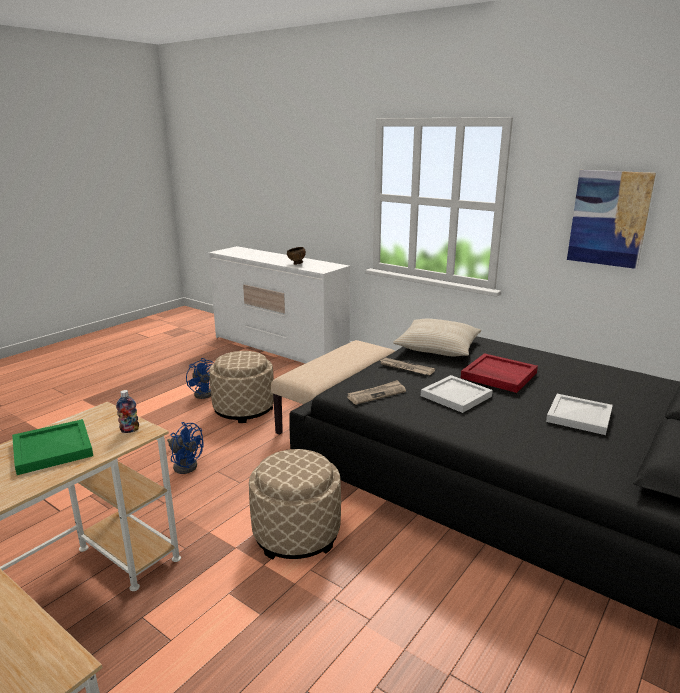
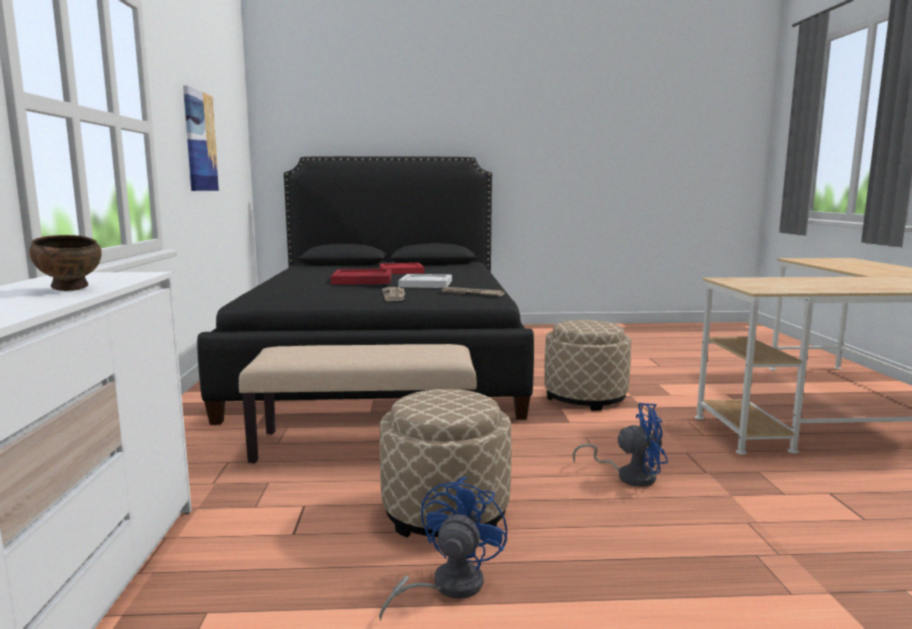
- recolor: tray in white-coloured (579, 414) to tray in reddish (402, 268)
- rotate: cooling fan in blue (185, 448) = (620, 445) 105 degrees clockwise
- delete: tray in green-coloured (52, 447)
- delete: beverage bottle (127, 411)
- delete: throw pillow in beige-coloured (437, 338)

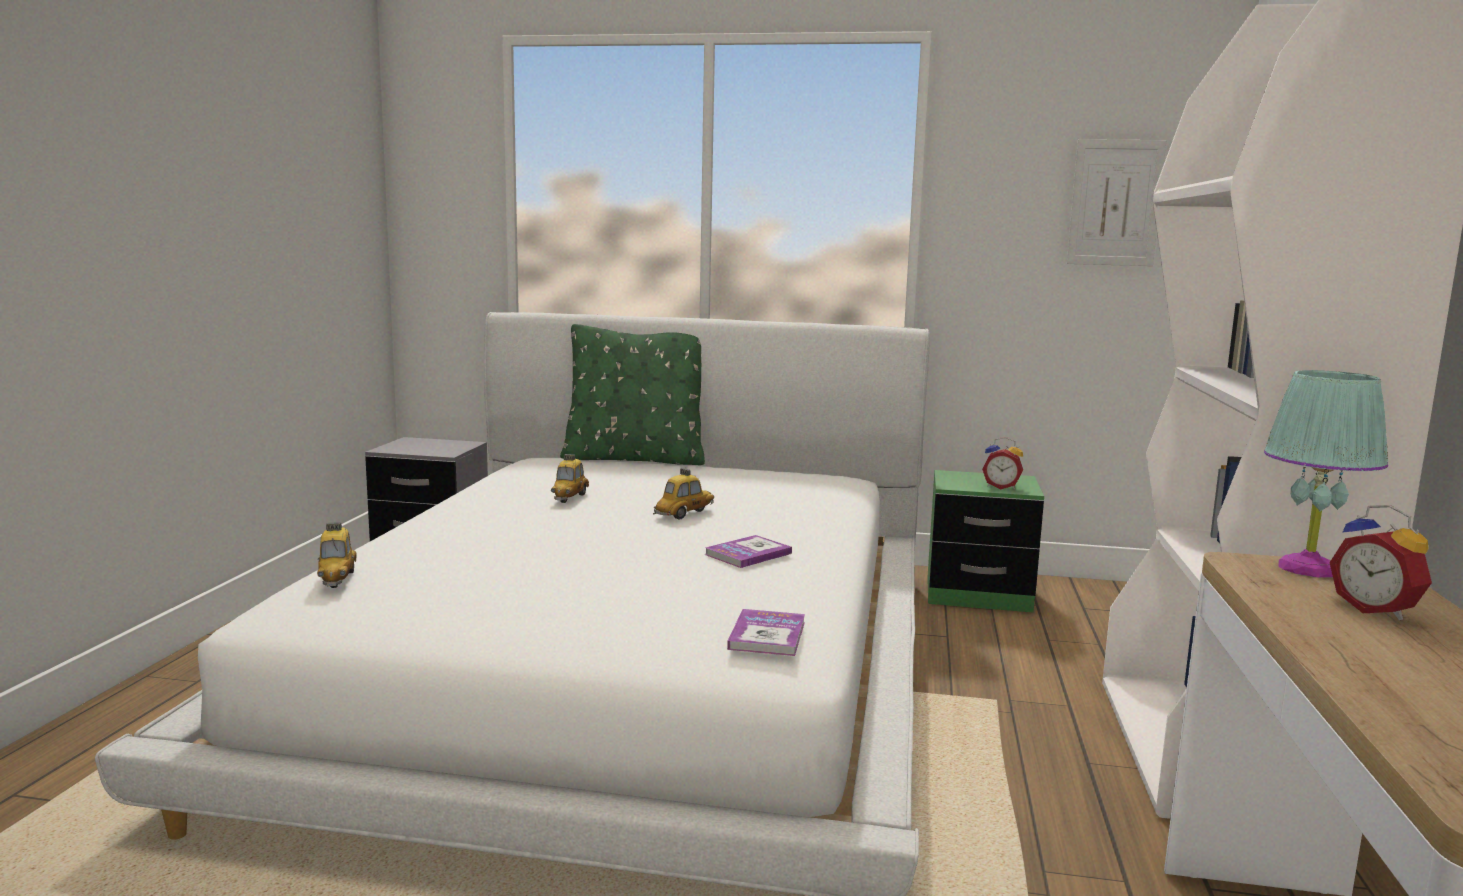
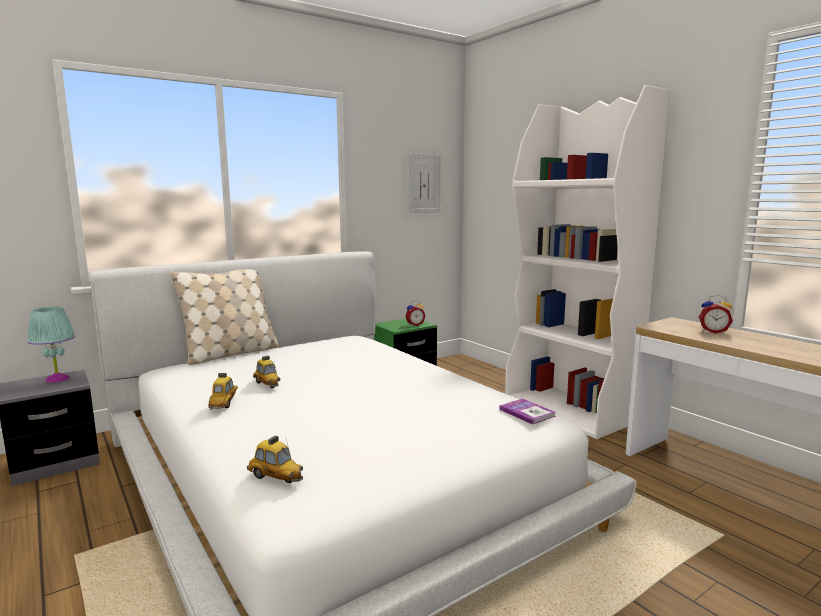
- move: tabletop lamp in turquoise-coloured (1326, 474) to (51, 344)
- recolor: throw pillow in green-coloured (632, 394) to throw pillow in beige-coloured (225, 317)
- move: toy car (683, 494) to (223, 391)
- delete: bound book (748, 551)

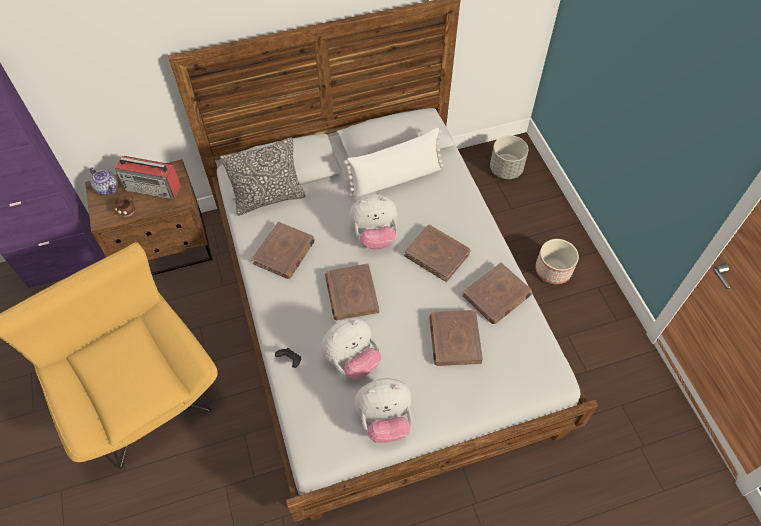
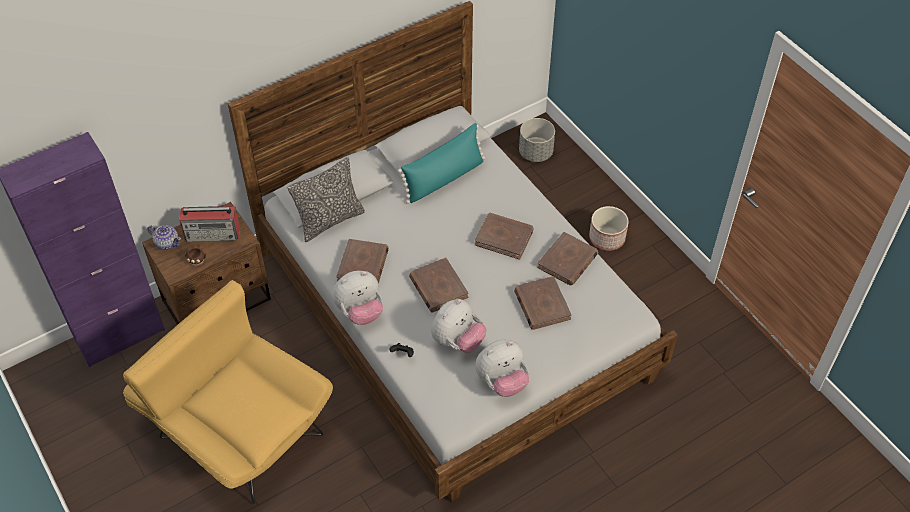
- move: cuddly toy (373, 222) to (357, 298)
- recolor: throw pillow in white-coloured (393, 162) to throw pillow in turquoise-coloured (441, 163)

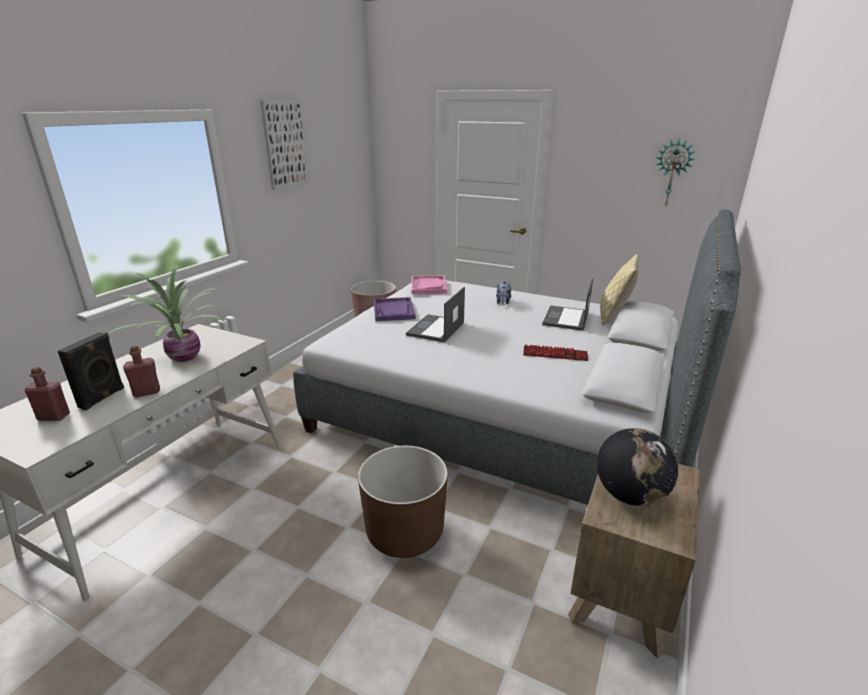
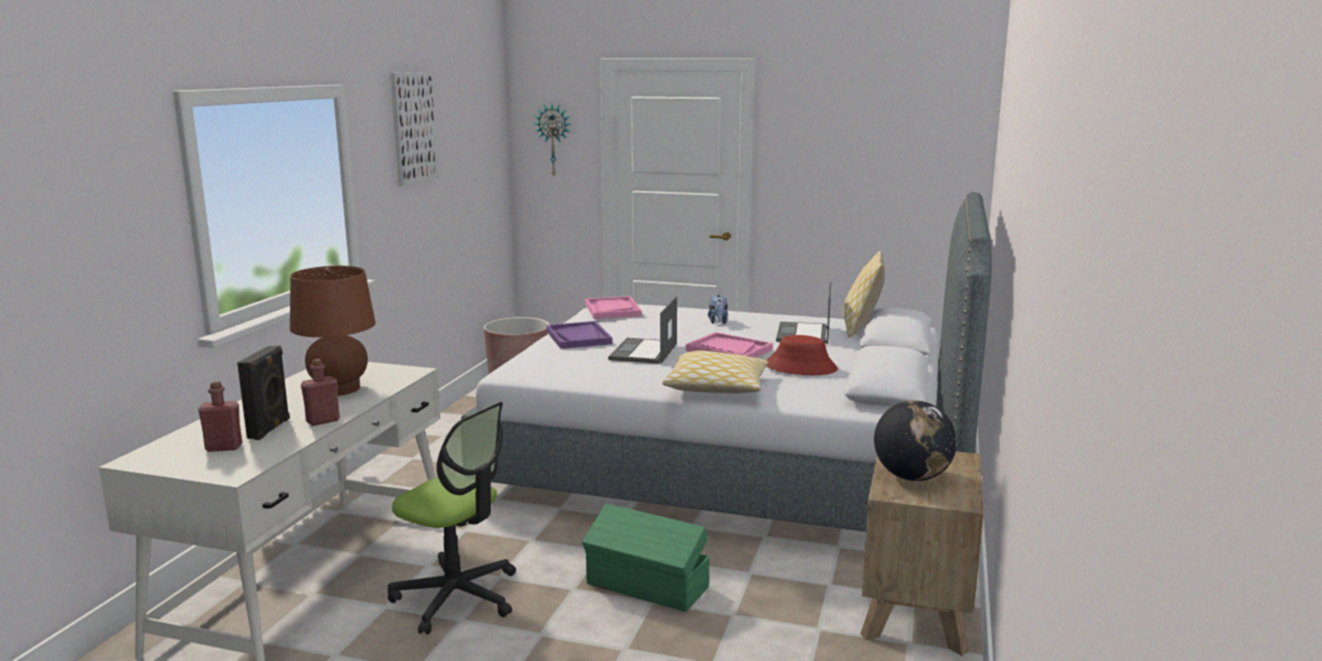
- replace: potted plant (166, 313) to tabletop lamp in brown (333, 331)
- insert: office chair (452, 518)
- move: wall clock (675, 174) to (552, 139)
- replace: plant pot in brown (403, 502) to storage bin in green-coloured (646, 557)
- insert: throw pillow (715, 372)
- insert: tray in pink-coloured (729, 345)
- replace: computer keyboard (555, 352) to clothing hat in reddish (802, 355)

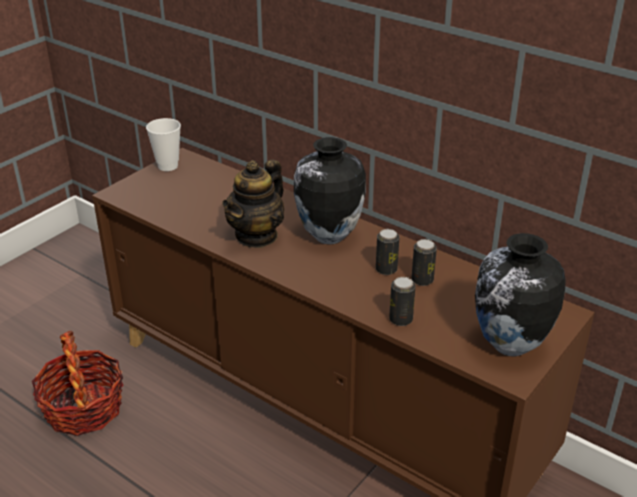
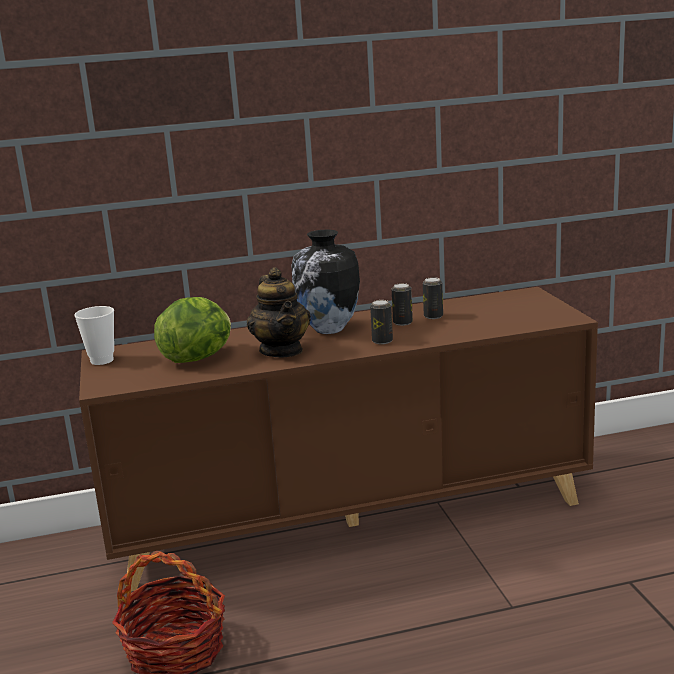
- insert: head of lettuce (192, 330)
- move: can (402, 301) to (381, 322)
- delete: vase (520, 295)

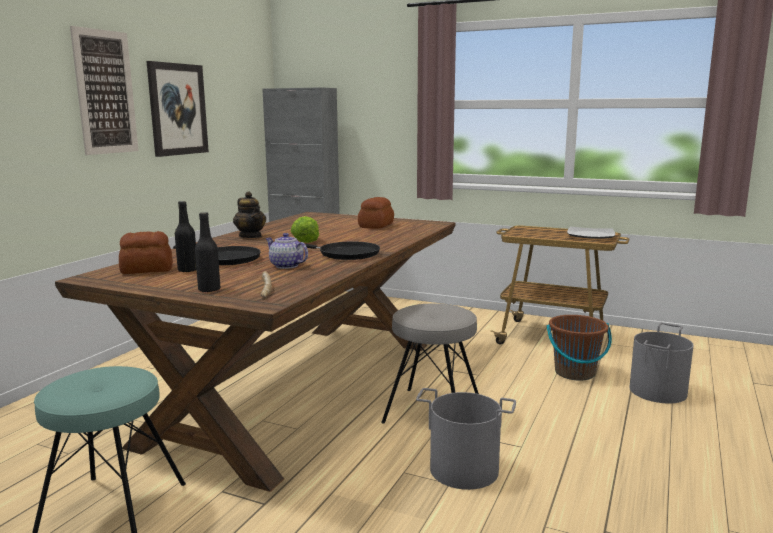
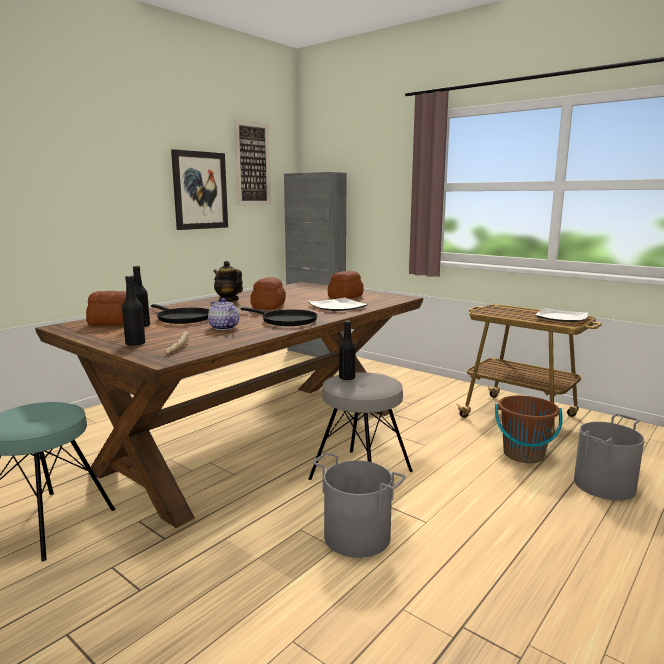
- rotate: pot for tea (249, 214) = (228, 281) 150 degrees clockwise
- move: wall picture (104, 90) to (252, 162)
- replace: head of lettuce (305, 229) to baked bread (268, 293)
- insert: dinner plate (338, 304)
- insert: beverage bottle in black (347, 350)

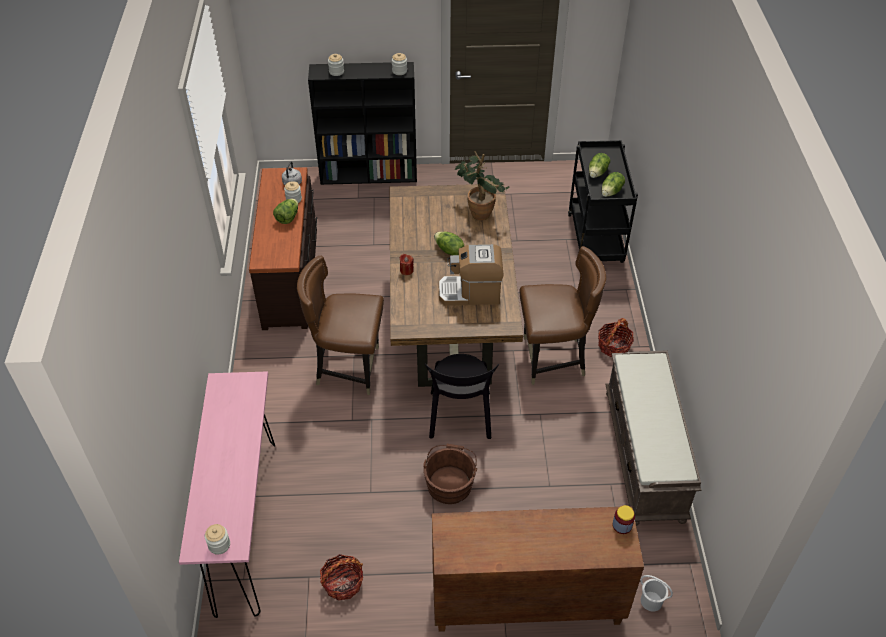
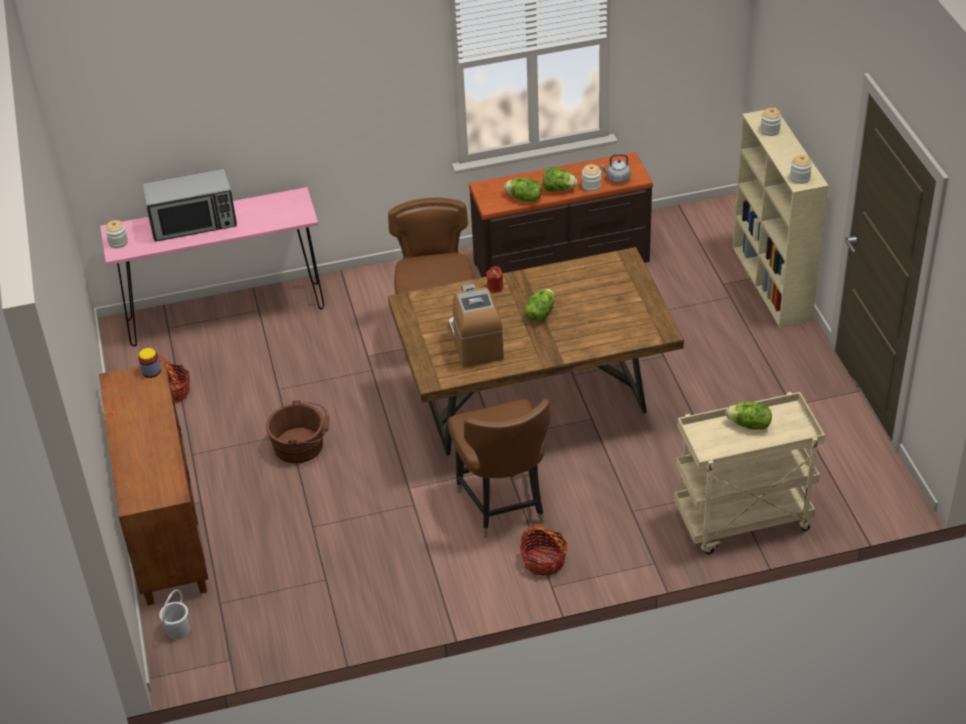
- move: jar (624, 519) to (149, 363)
- insert: kitchen microwave (189, 205)
- move: head of lettuce (613, 184) to (523, 190)
- recolor: trolley in black (603, 201) to trolley in beige-coloured (749, 473)
- recolor: shelving unit in black (362, 123) to shelving unit in beige-coloured (781, 218)
- delete: plain chair in black (462, 396)
- delete: potted plant (481, 185)
- delete: long seat in brown (653, 438)

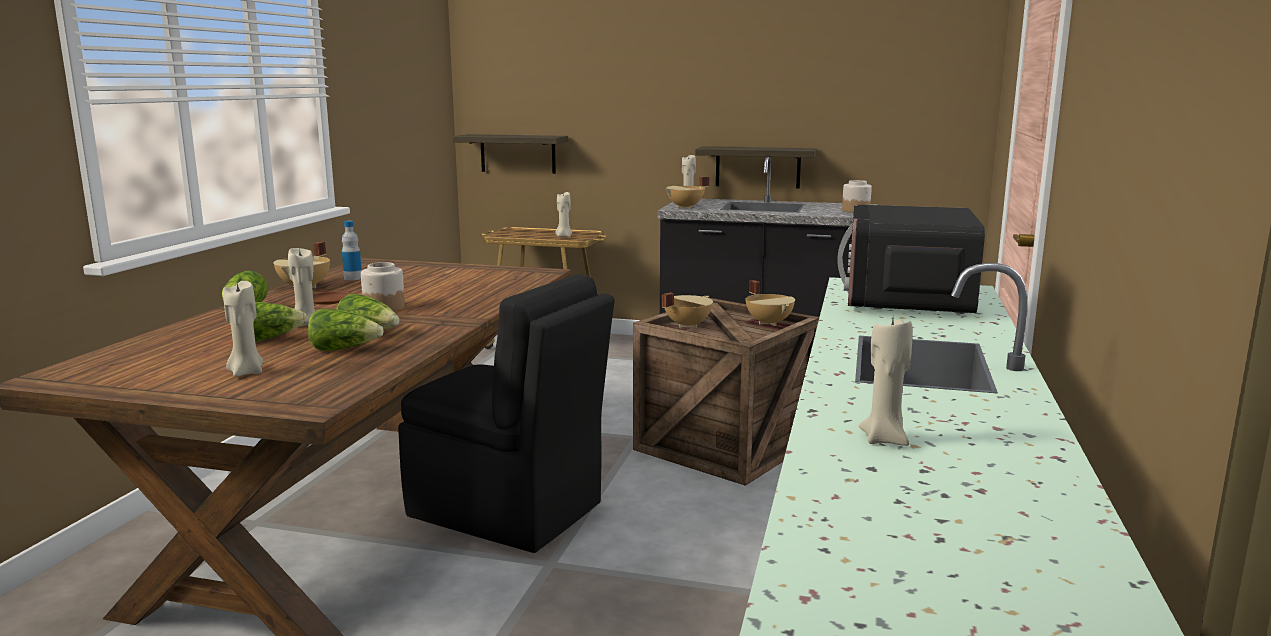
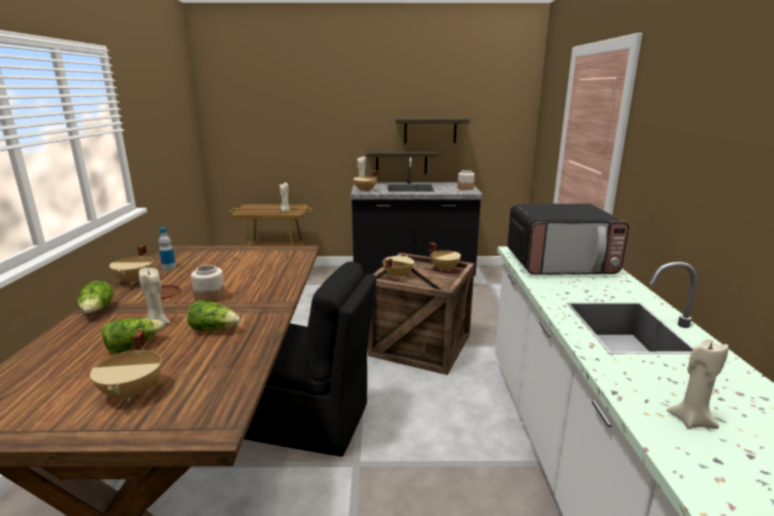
- replace: candle in beige-coloured (243, 329) to saucepot in beige-coloured (126, 366)
- move: shelf (510, 154) to (432, 130)
- rotate: kitchen microwave (911, 259) = (568, 239) 90 degrees counterclockwise
- delete: head of lettuce (346, 330)

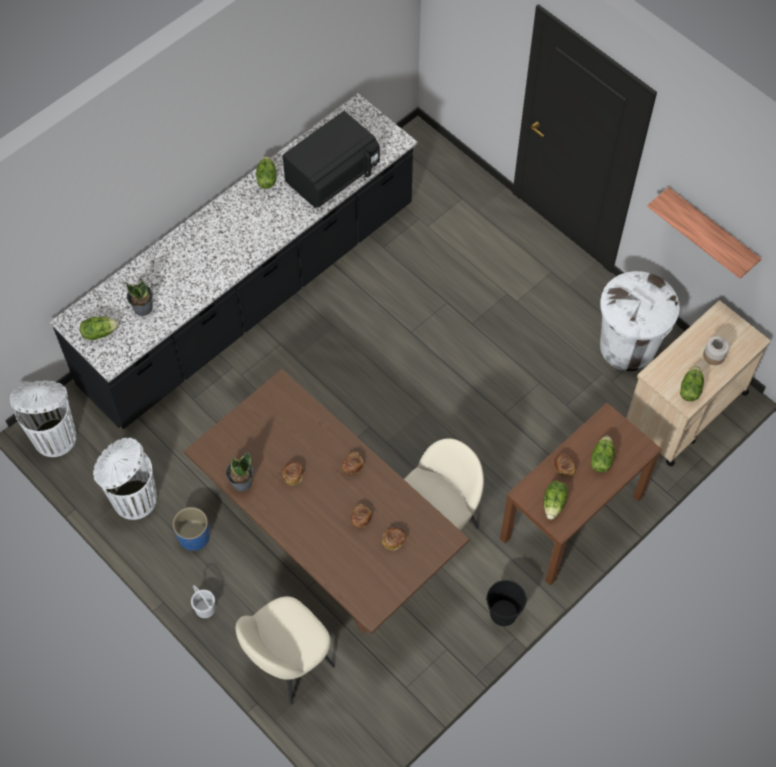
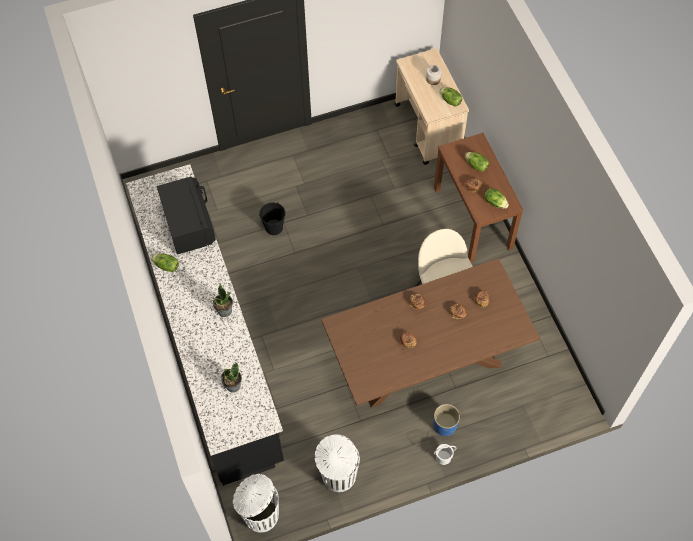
- move: potted plant (239, 472) to (223, 300)
- move: pail in black (506, 603) to (272, 218)
- move: plant pot in blue (191, 529) to (446, 420)
- delete: head of lettuce (99, 328)
- delete: plain chair in beige-coloured (285, 650)
- delete: waste bin in white-coloured (640, 321)
- delete: shelf (704, 233)

